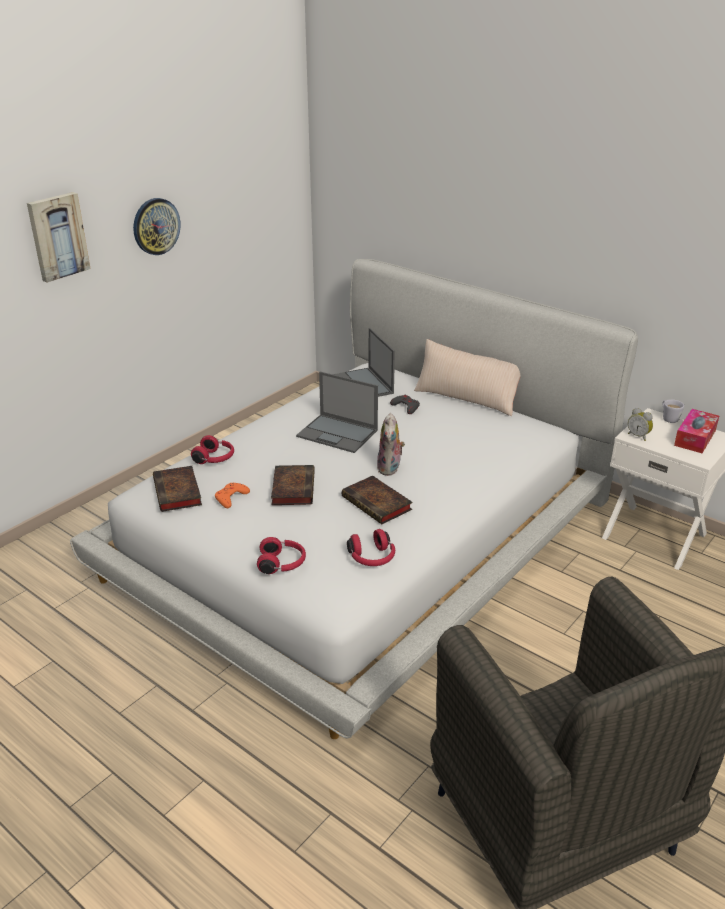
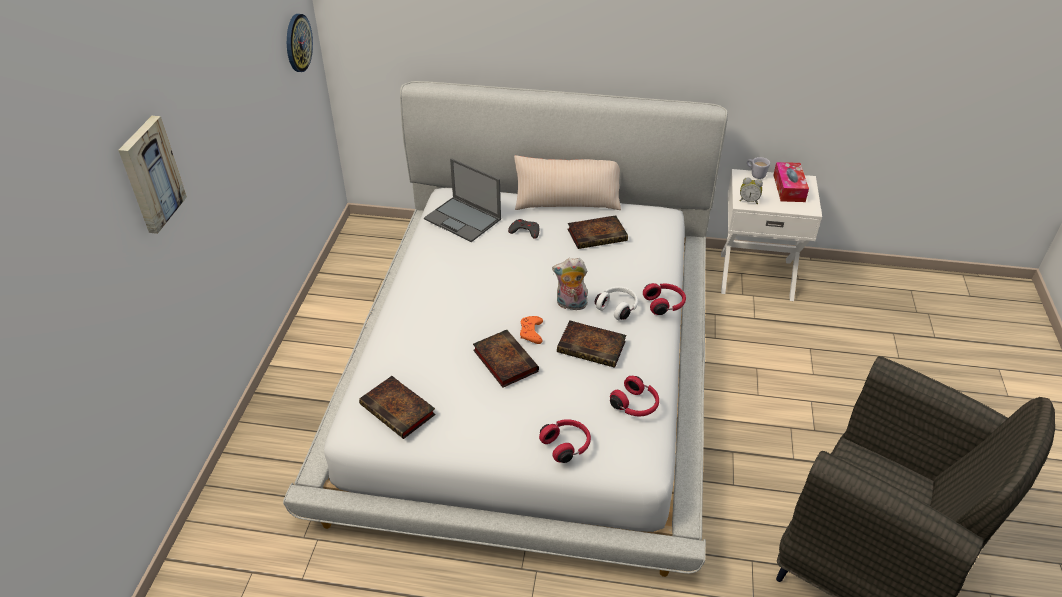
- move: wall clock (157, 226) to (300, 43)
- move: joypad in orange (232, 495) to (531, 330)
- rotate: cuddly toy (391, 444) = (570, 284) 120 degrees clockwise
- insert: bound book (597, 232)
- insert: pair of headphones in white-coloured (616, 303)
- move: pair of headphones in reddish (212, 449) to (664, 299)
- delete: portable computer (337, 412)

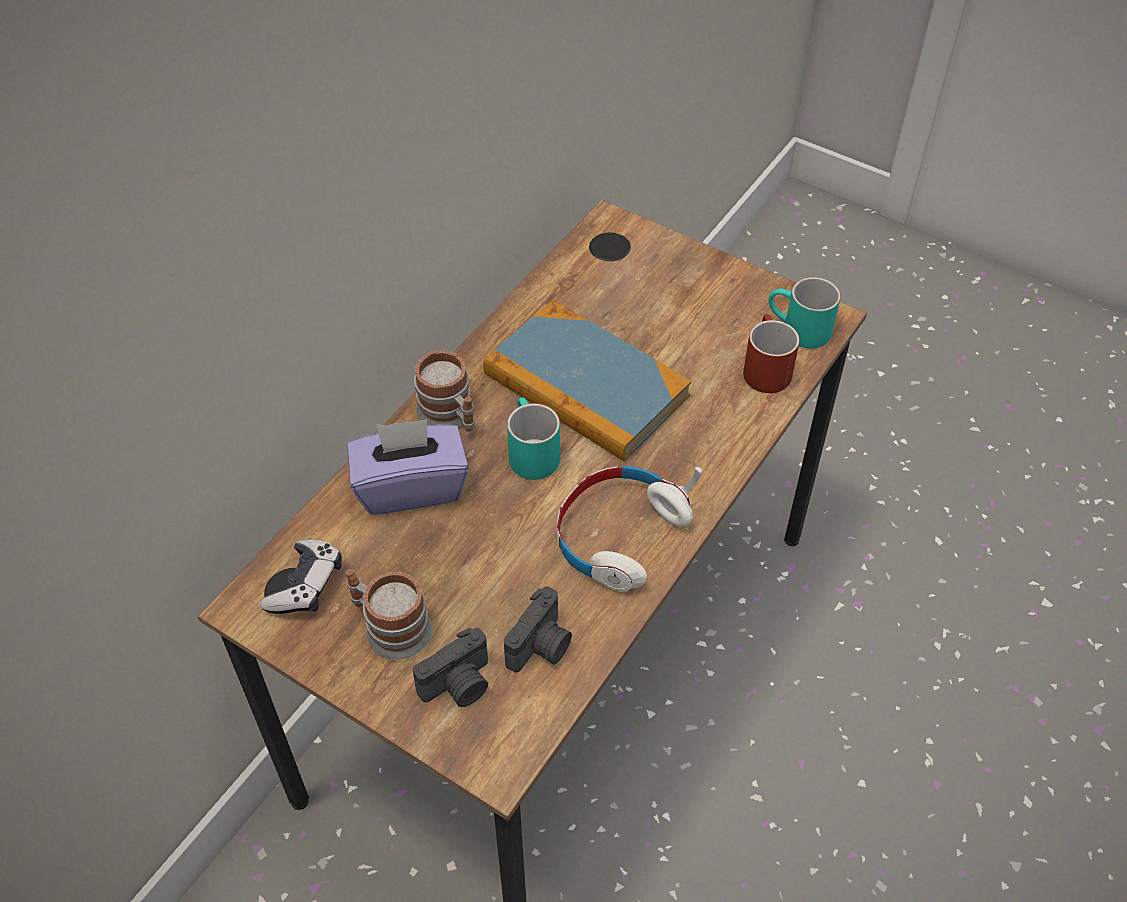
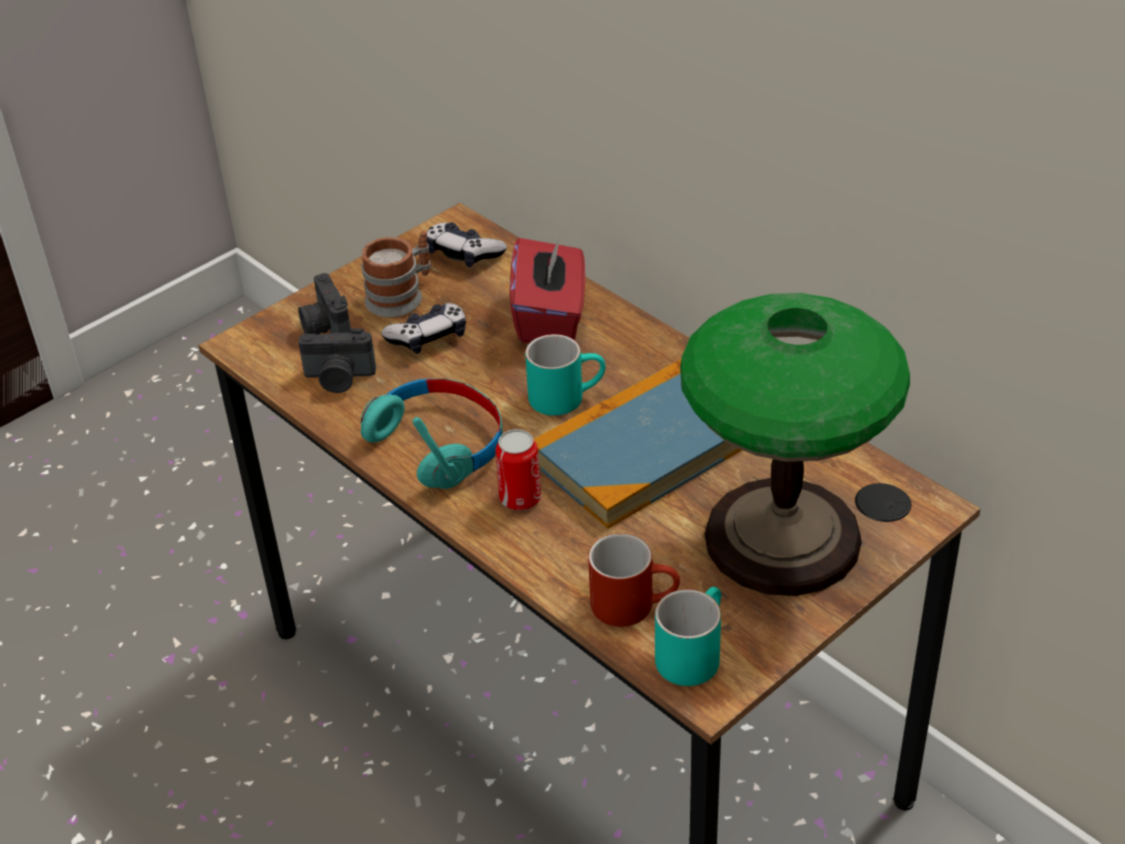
- rotate: still camera (538, 629) = (337, 360) 45 degrees counterclockwise
- recolor: pair of headphones in white-coloured (629, 528) to pair of headphones in turquoise-coloured (432, 434)
- insert: joypad (423, 328)
- insert: can (518, 469)
- recolor: box of tissues in purple-coloured (408, 467) to box of tissues in reddish (547, 289)
- insert: tabletop lamp (795, 444)
- delete: coffee mug (444, 391)

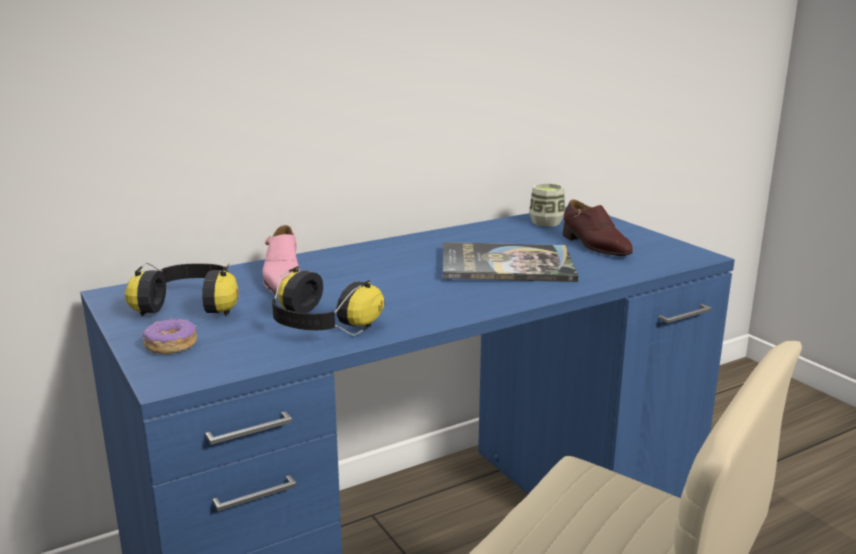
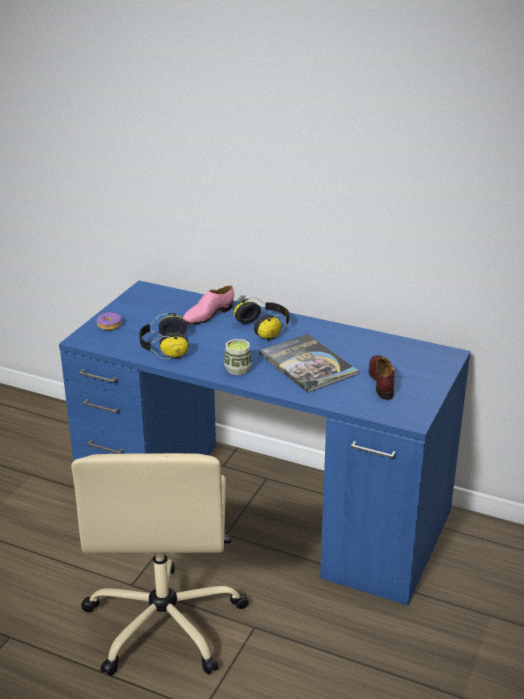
- move: drinking cup (547, 205) to (238, 357)
- move: pair of headphones (182, 289) to (261, 319)
- rotate: low shoe in brown (598, 228) = (382, 377) 150 degrees clockwise

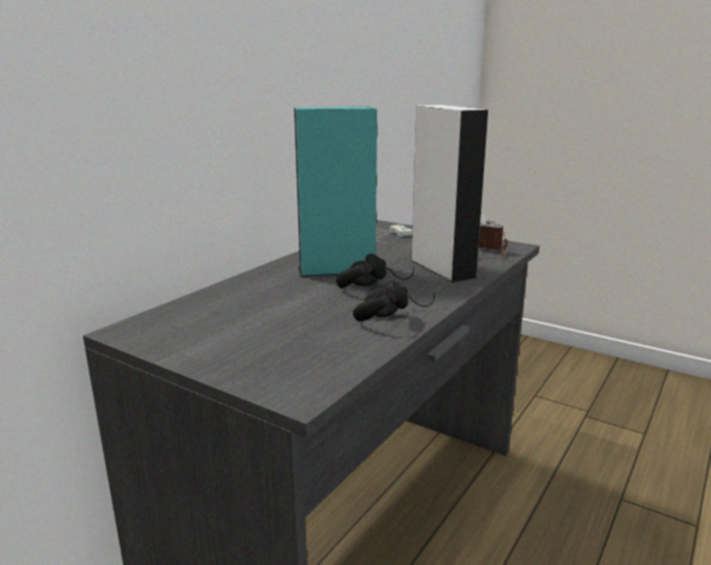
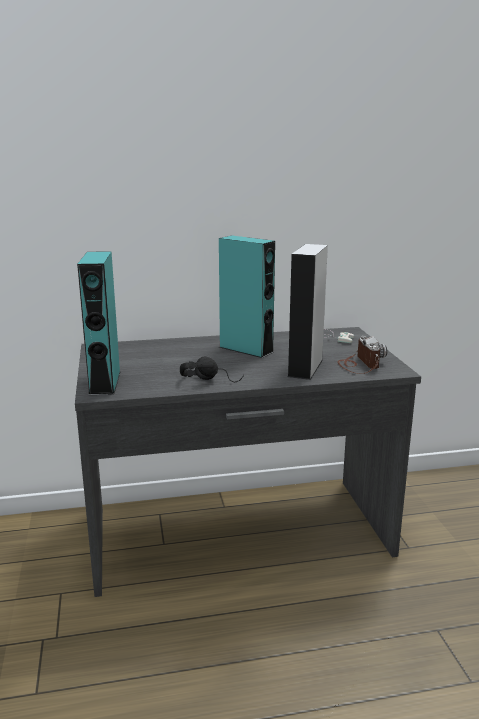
- insert: audio speaker in turquoise-coloured (99, 323)
- delete: pair of headphones in black (375, 271)

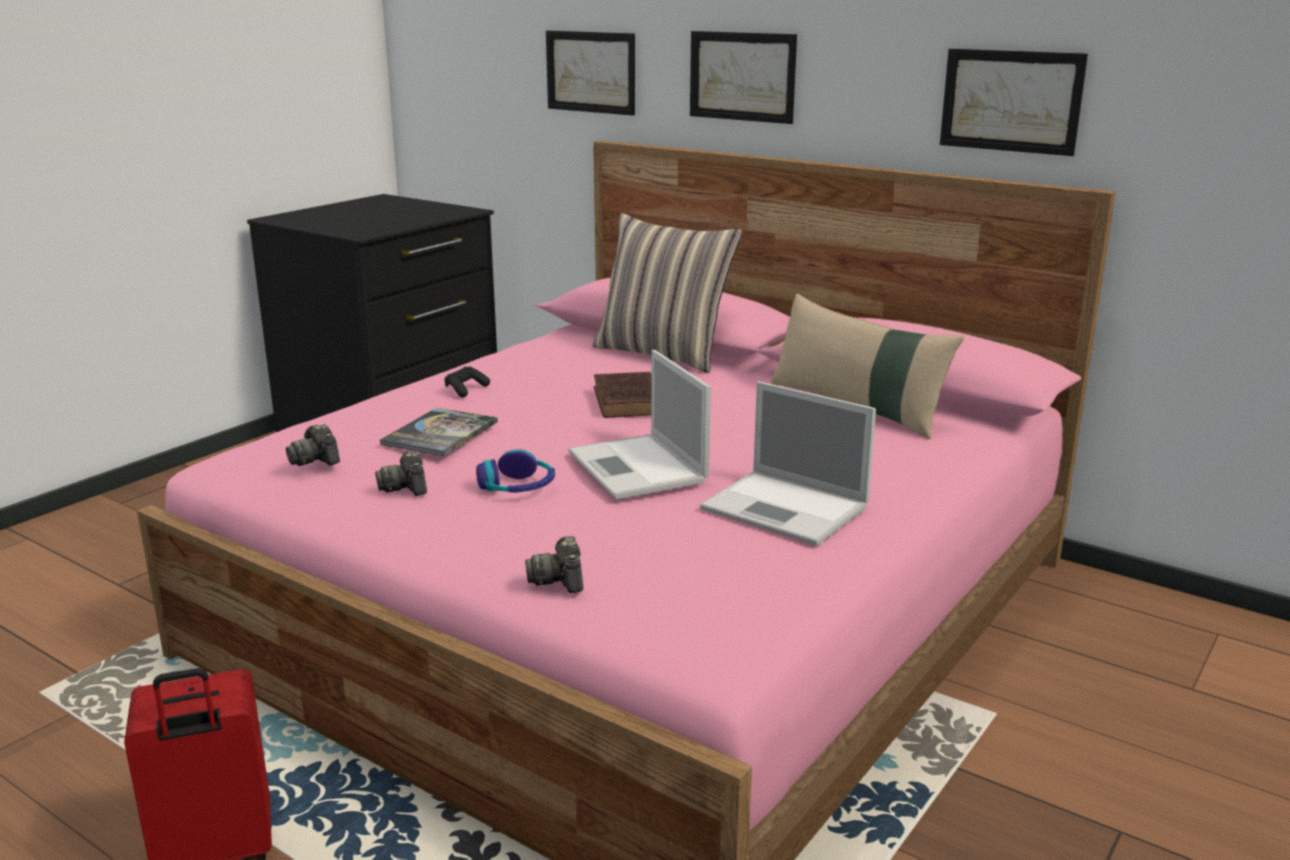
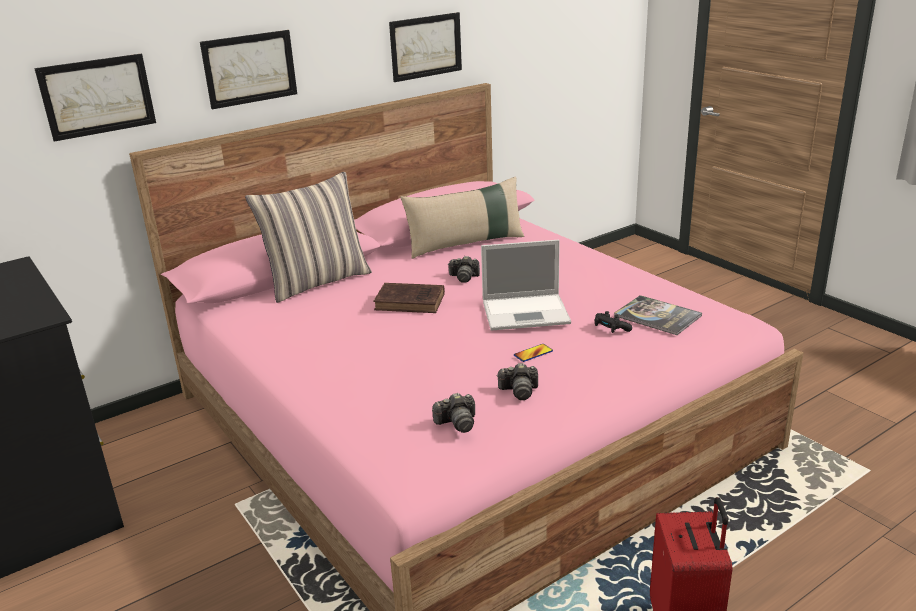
- move: still camera (554, 564) to (464, 269)
- replace: pair of headphones (515, 471) to telephone (533, 353)
- move: joypad in black (467, 382) to (613, 322)
- move: bound book (438, 432) to (658, 315)
- delete: portable computer (788, 463)

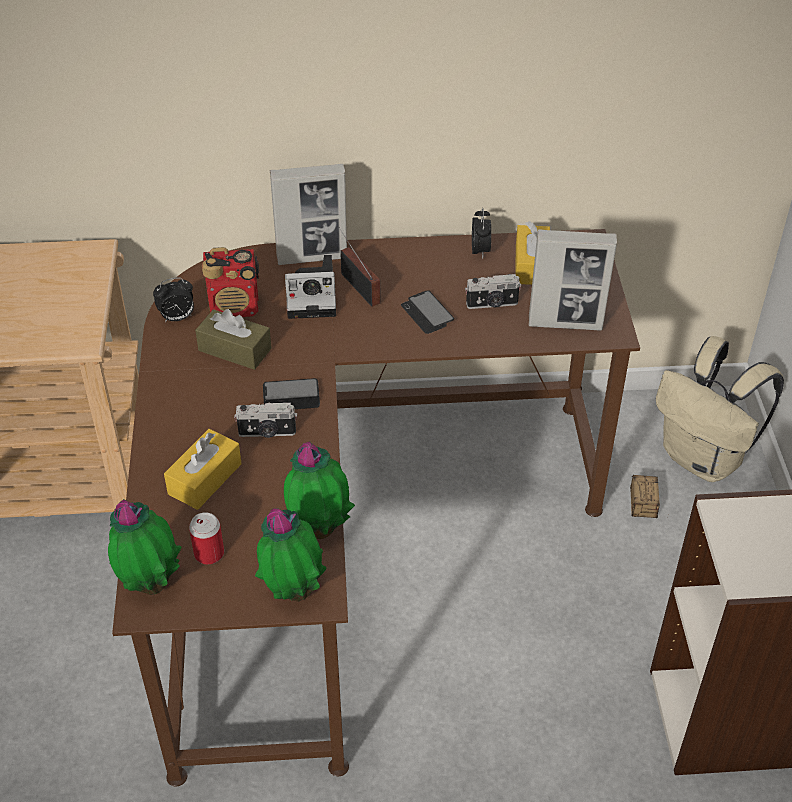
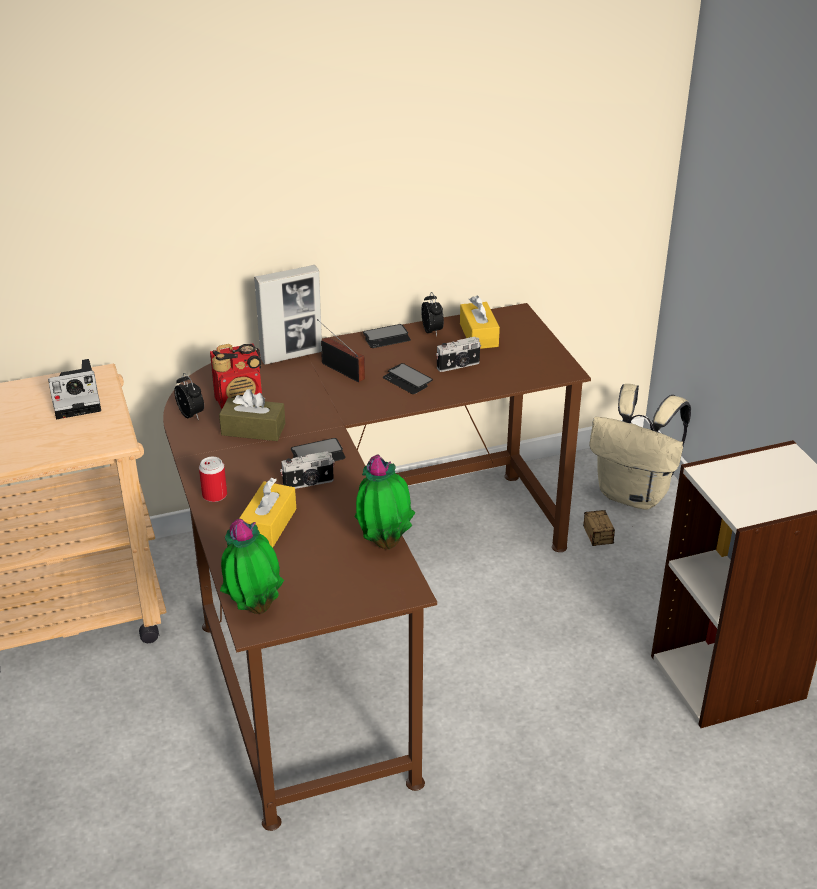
- move: still camera (310, 287) to (74, 389)
- rotate: alarm clock (173, 299) = (189, 396) 90 degrees counterclockwise
- move: can (206, 538) to (213, 479)
- insert: telephone (387, 336)
- delete: potted plant (291, 555)
- delete: photo frame (573, 280)

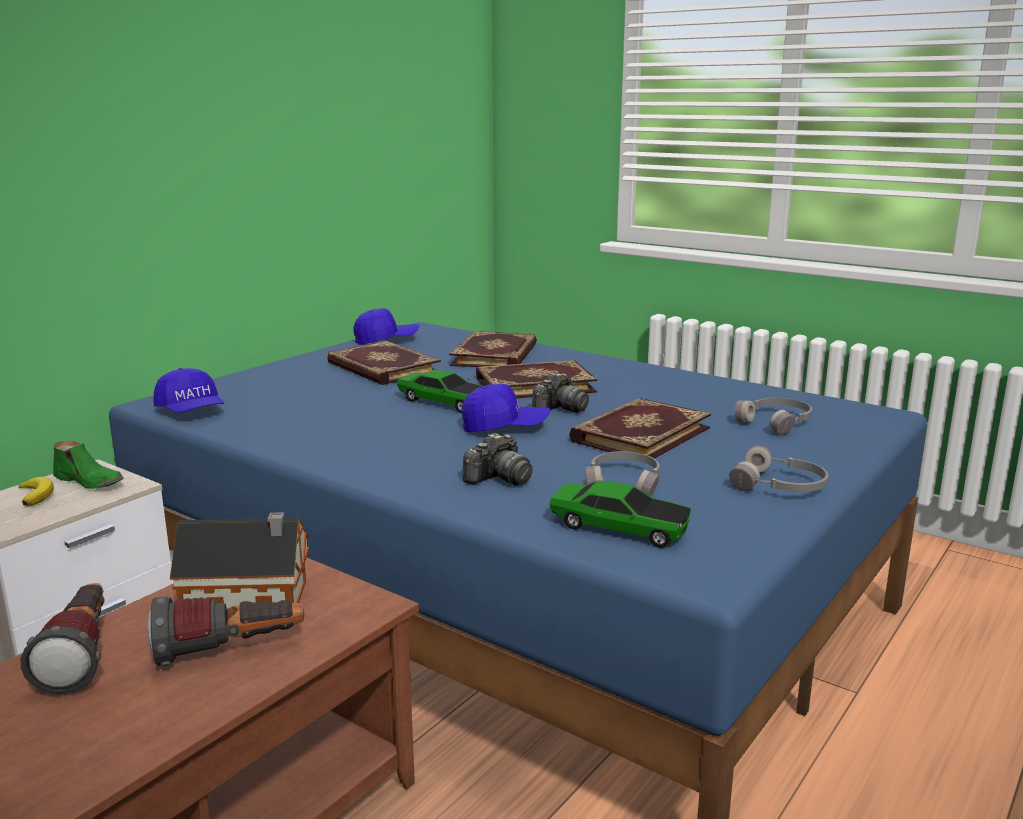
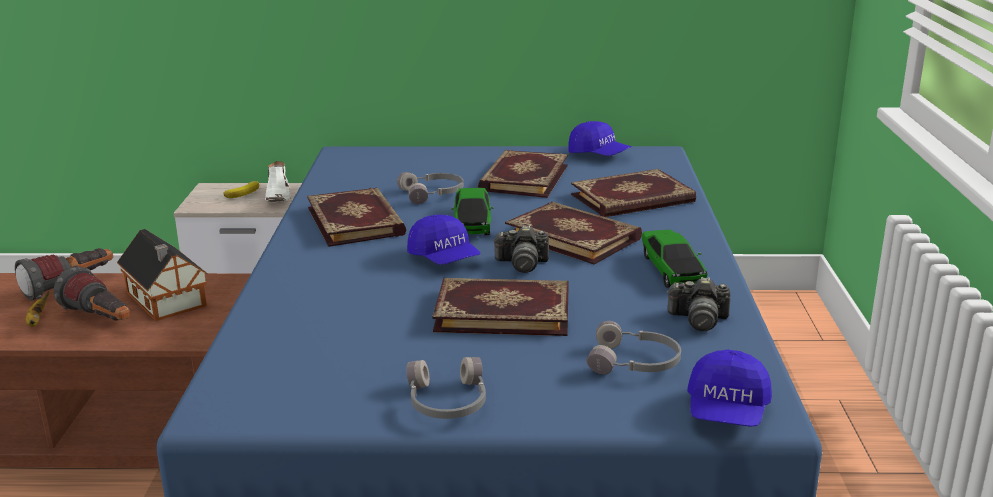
- insert: banana fruit (37, 309)
- recolor: low shoe in green-coloured (88, 465) to low shoe in white-coloured (278, 181)
- insert: bound book (356, 217)
- move: pair of headphones in grey (622, 473) to (430, 188)
- move: toy car (620, 514) to (674, 259)
- move: still camera (498, 459) to (698, 304)
- move: peaked cap in blue (189, 390) to (729, 388)

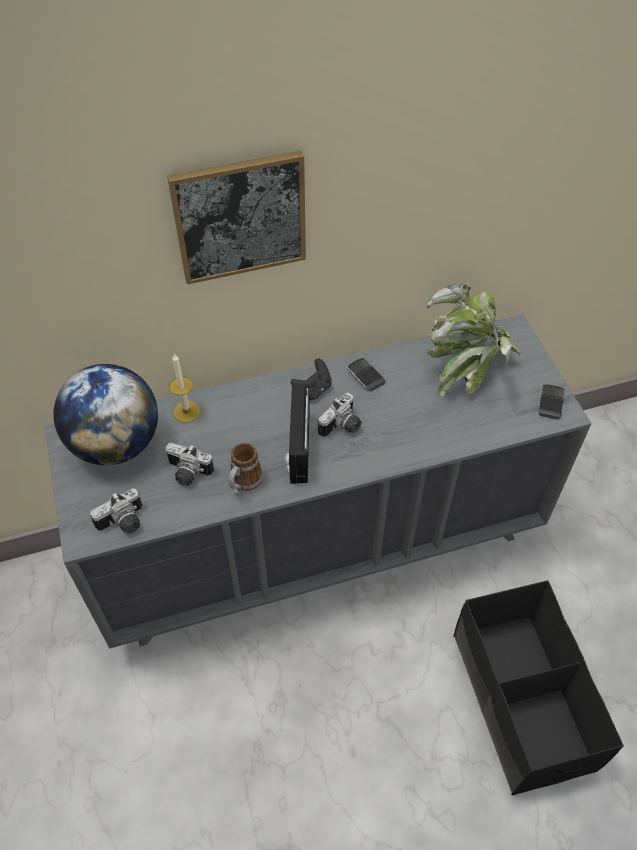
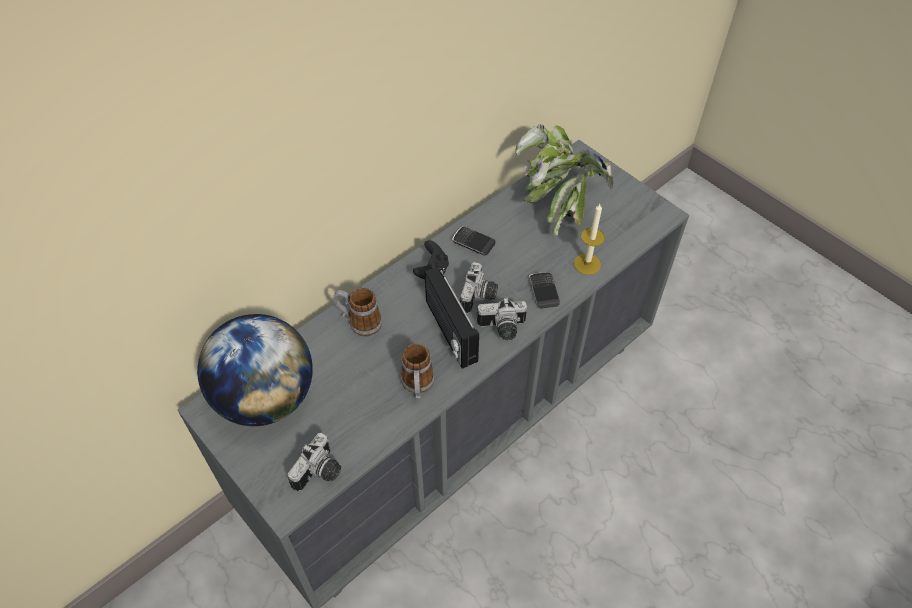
- insert: coffee mug (357, 312)
- move: still camera (189, 464) to (502, 318)
- move: telephone (551, 402) to (544, 290)
- move: candle (184, 388) to (589, 239)
- delete: wall picture (236, 218)
- delete: storage bin in black (539, 687)

